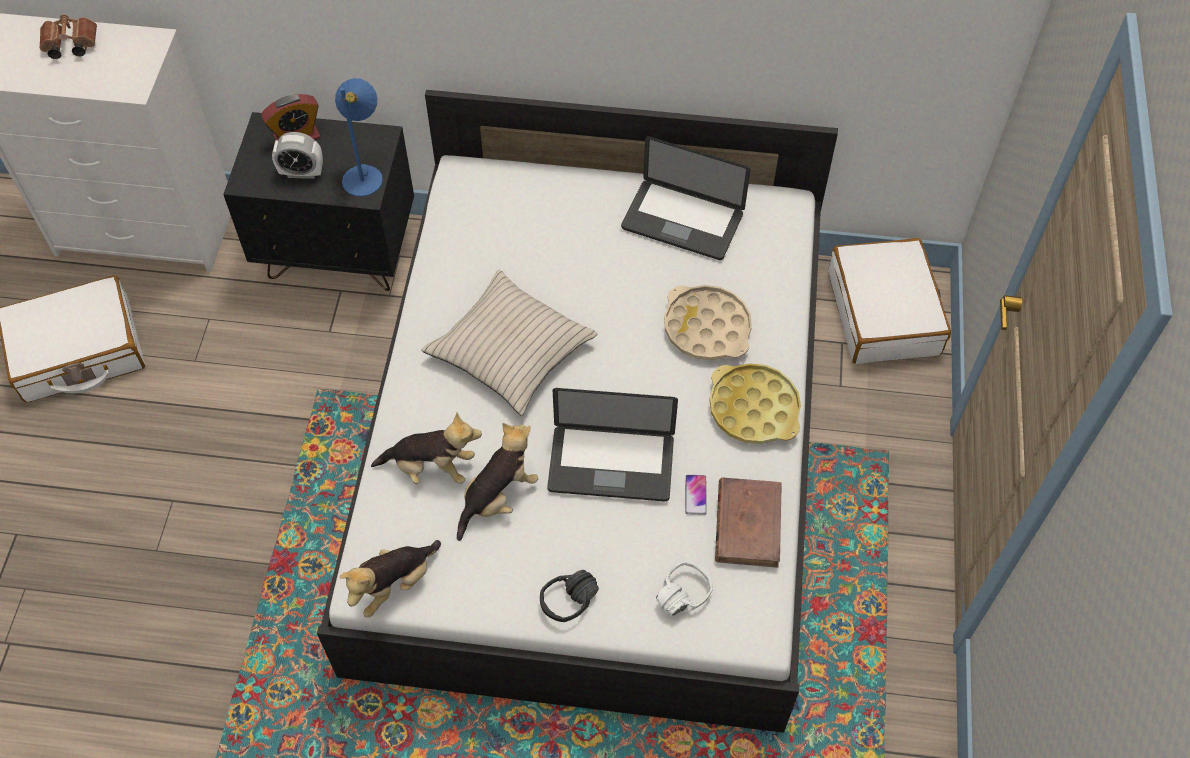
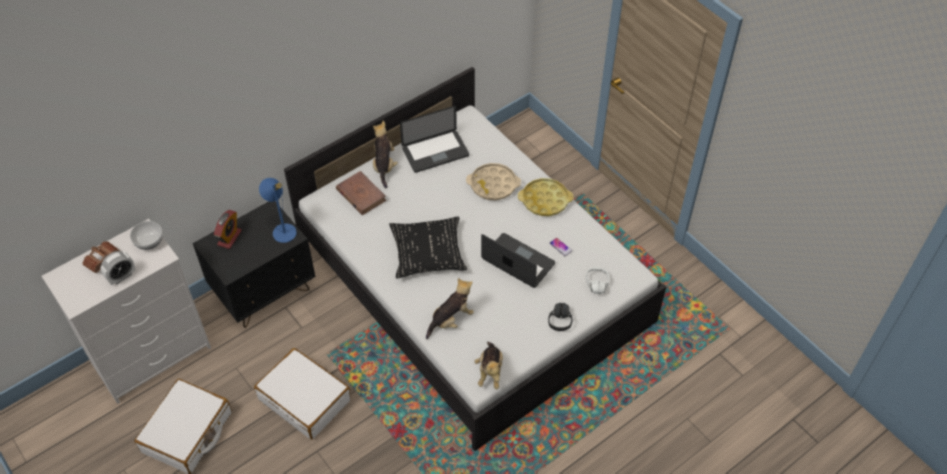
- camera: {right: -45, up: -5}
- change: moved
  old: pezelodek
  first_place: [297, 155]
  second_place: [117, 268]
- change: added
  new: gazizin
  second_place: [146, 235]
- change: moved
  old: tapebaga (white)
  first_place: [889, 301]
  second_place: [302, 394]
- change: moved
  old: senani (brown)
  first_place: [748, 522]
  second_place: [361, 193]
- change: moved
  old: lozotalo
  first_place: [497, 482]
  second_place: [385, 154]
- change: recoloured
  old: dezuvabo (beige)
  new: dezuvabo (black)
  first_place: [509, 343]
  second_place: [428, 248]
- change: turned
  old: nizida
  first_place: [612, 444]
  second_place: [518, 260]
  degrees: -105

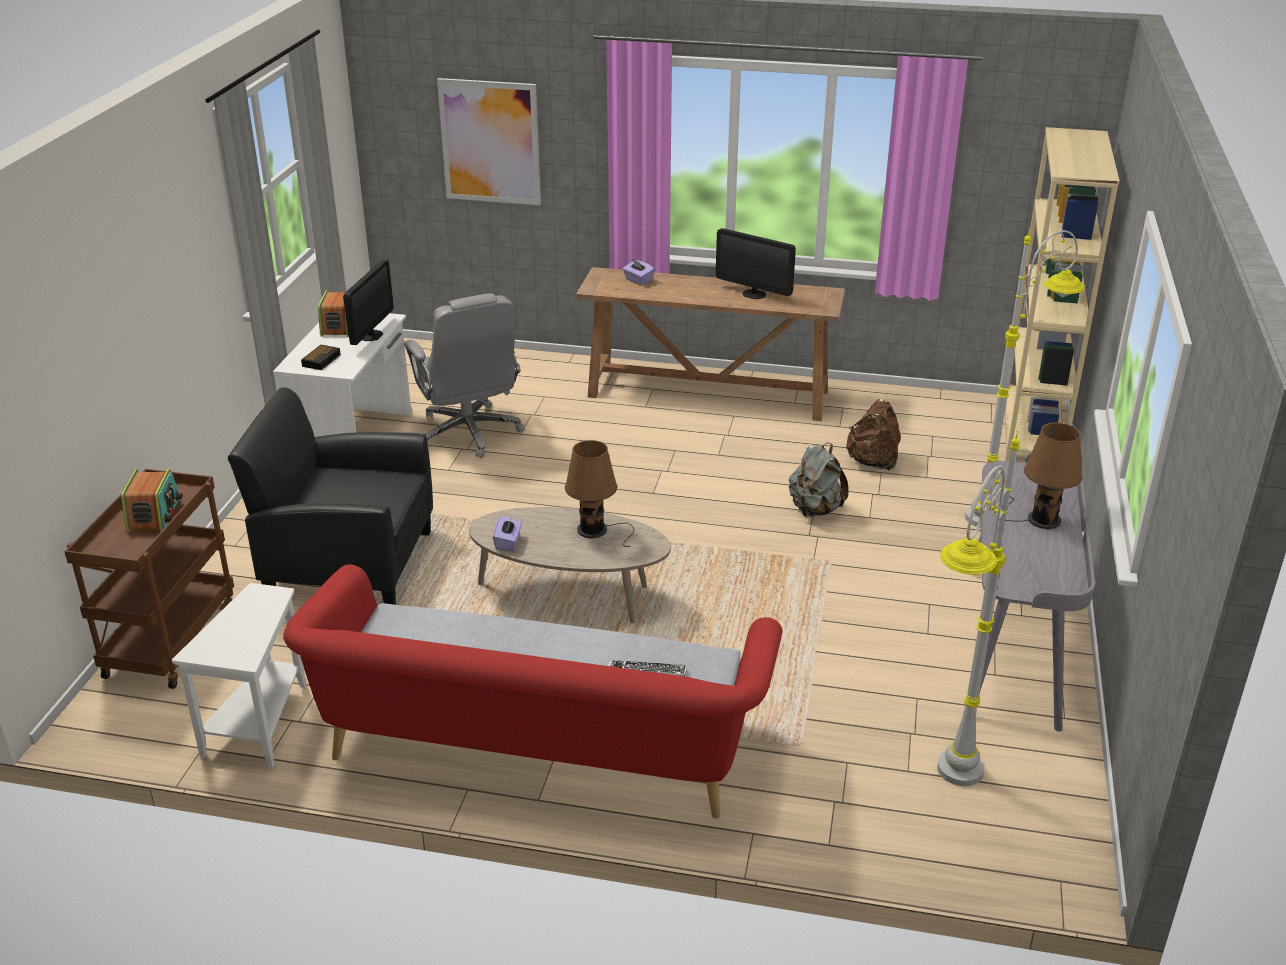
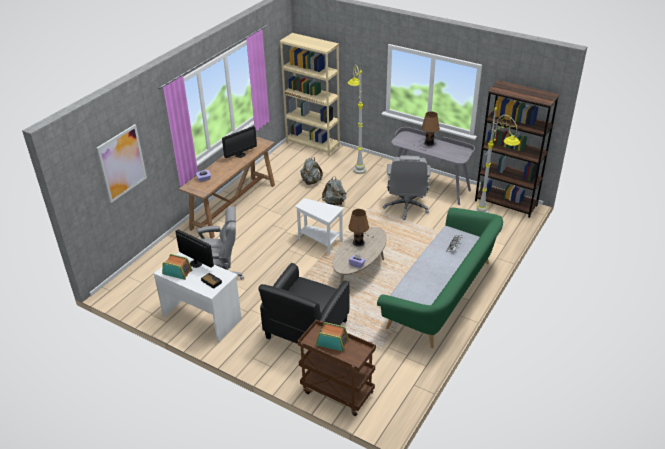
- camera: {right: -70, up: 5}
- change: moved
  old: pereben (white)
  first_place: [239, 675]
  second_place: [319, 226]
- change: recoloured
  old: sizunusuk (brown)
  new: sizunusuk (grey)
  first_place: [873, 435]
  second_place: [311, 171]
- change: recoloured
  old: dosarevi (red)
  new: dosarevi (green)
  first_place: [533, 691]
  second_place: [440, 278]
- change: added
  new: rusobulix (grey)
  second_place: [407, 188]
- change: added
  new: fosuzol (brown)
  second_place: [517, 149]

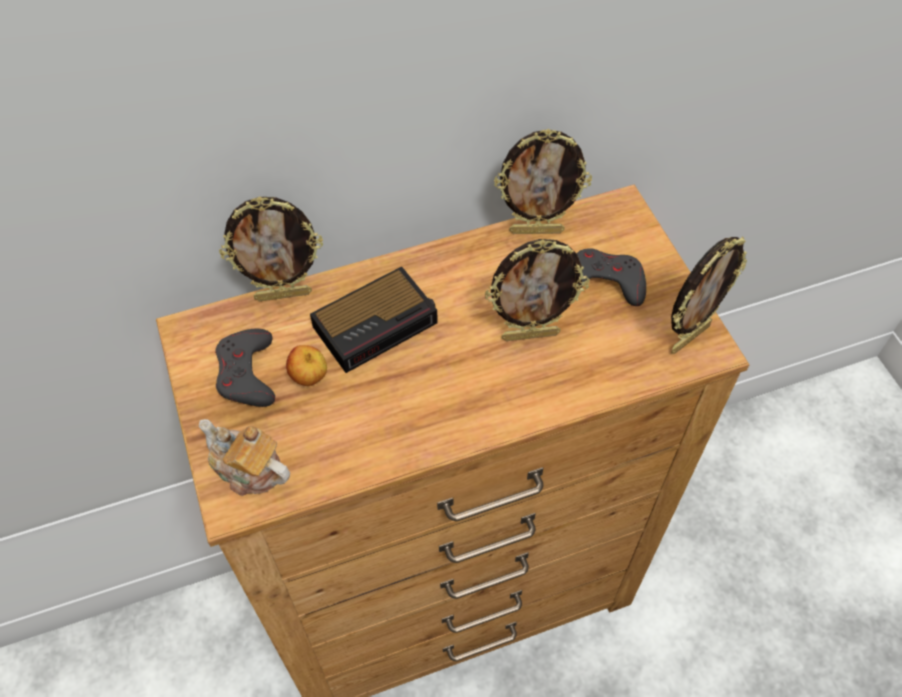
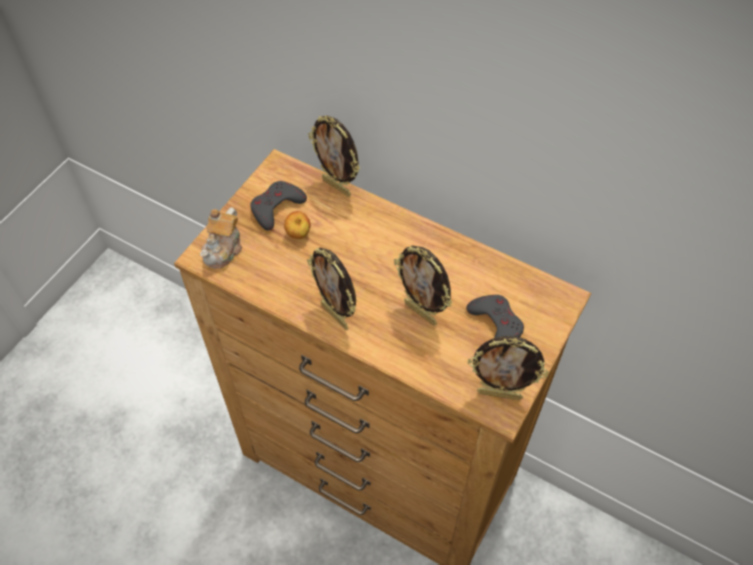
- camera: {right: 50, up: 0}
- change: turned
  old: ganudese
  first_place: [244, 457]
  second_place: [221, 238]
  degrees: -150
- change: moved
  old: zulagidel
  first_place: [543, 181]
  second_place: [331, 288]
- change: removed
  old: pezelodek
  first_place: [374, 319]

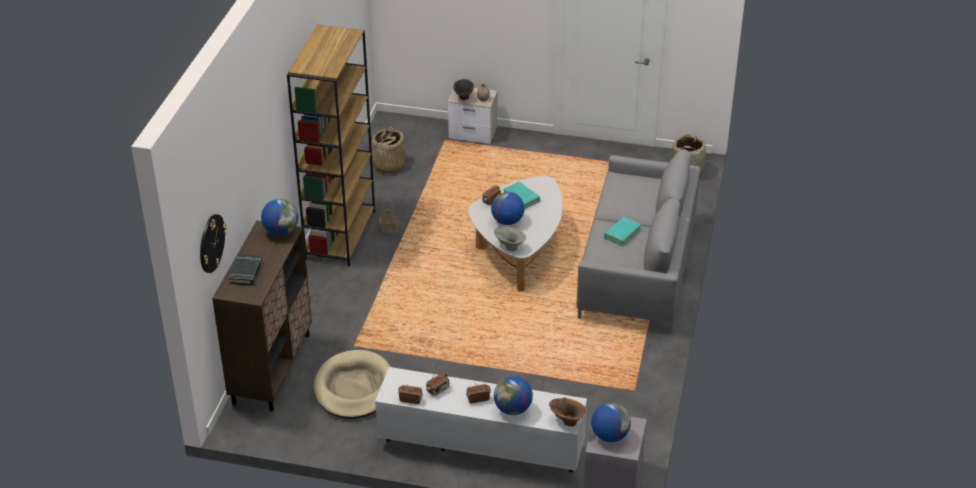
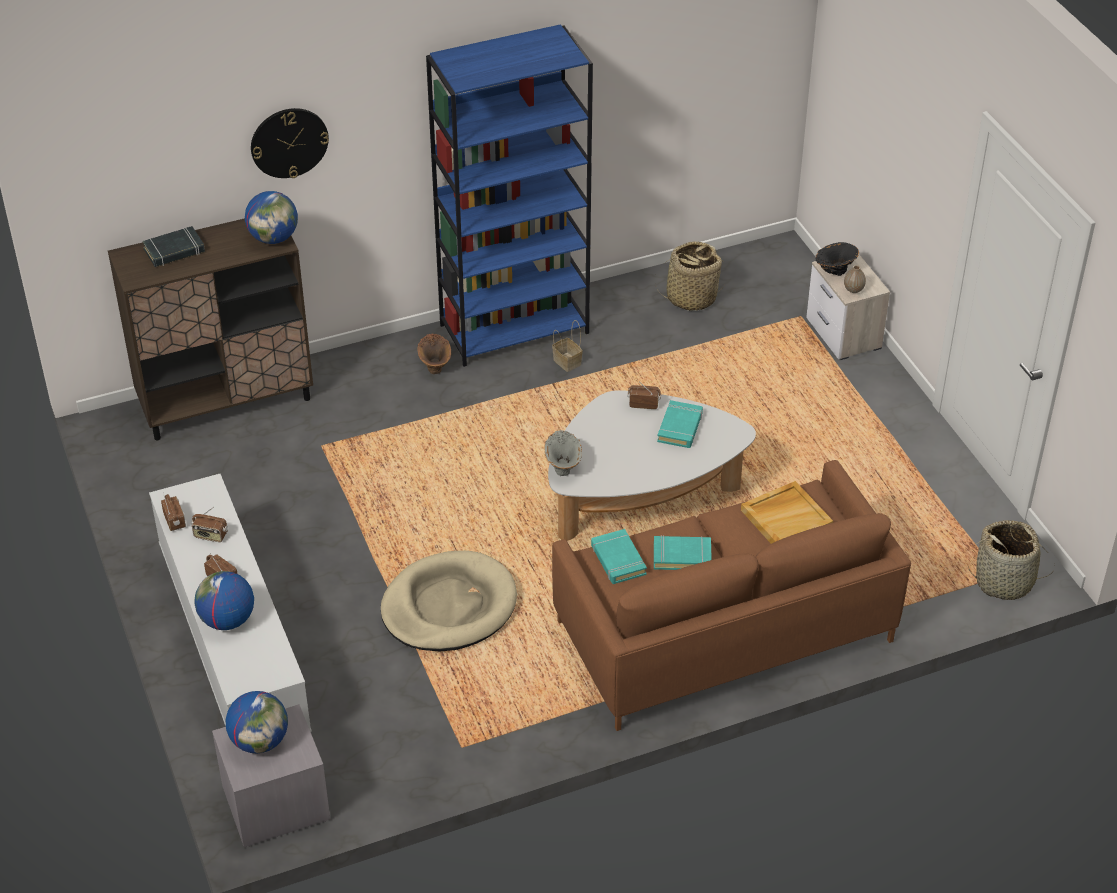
- camera: {right: 55, up: 5}
- change: moved
  old: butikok
  first_place: [213, 243]
  second_place: [290, 143]
- change: moved
  old: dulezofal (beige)
  first_place: [352, 384]
  second_place: [449, 601]
- change: moved
  old: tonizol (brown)
  first_place: [568, 412]
  second_place: [434, 354]
- change: recoloured
  old: fosuzol (brown)
  new: fosuzol (blue)
  first_place: [331, 145]
  second_place: [509, 195]
- change: recoloured
  old: dosarevi (grey)
  new: dosarevi (brown)
  first_place: [638, 241]
  second_place: [731, 595]
- change: added
  new: senani (turquoise)
  second_place: [619, 556]
- change: added
  new: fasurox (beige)
  second_place: [787, 512]
- change: removed
  old: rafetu
  first_place: [507, 208]

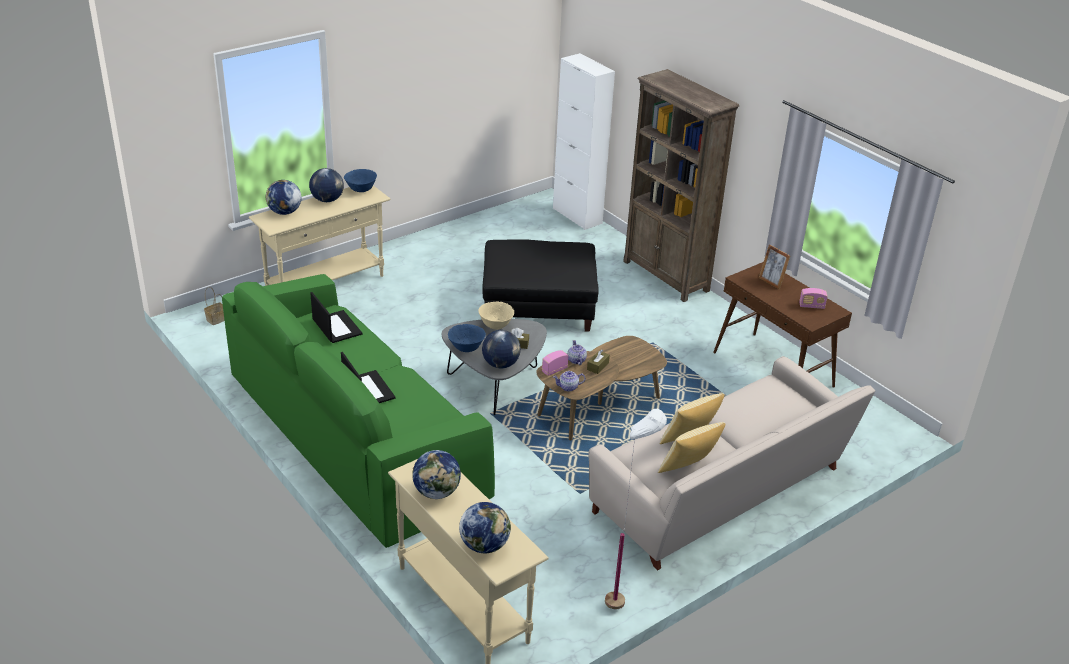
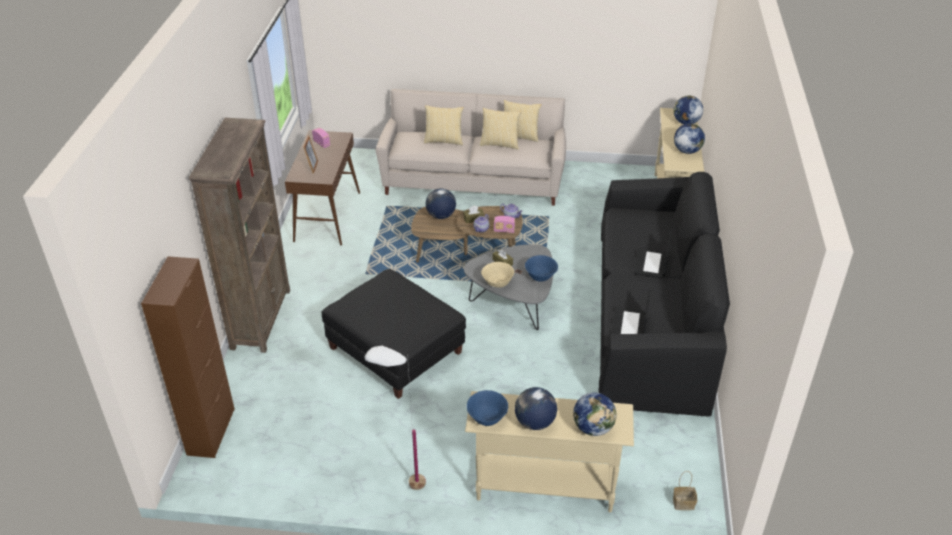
- camera: {right: -135, up: 5}
- change: recoloured
  old: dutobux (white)
  new: dutobux (brown)
  first_place: [584, 141]
  second_place: [188, 357]
- change: moved
  old: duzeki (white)
  first_place: [636, 509]
  second_place: [395, 418]
- change: added
  new: dezuvabo
  second_place: [444, 125]
- change: moved
  old: rafetu
  first_place: [501, 349]
  second_place: [441, 203]
- change: recoloured
  old: dosarevi (green)
  new: dosarevi (black)
  first_place: [358, 411]
  second_place: [664, 294]

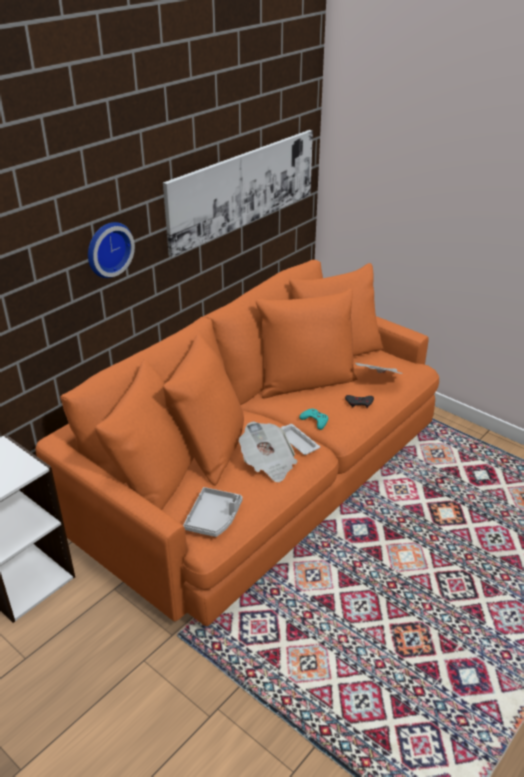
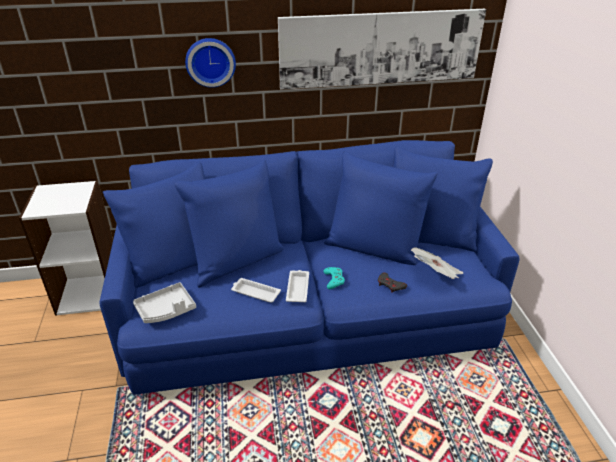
- camera: {right: 40, up: 0}
- change: recoloured
  old: dosarevi (orange)
  new: dosarevi (blue)
  first_place: [237, 443]
  second_place: [309, 267]
- change: replaced
  old: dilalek
  new: fasurox (white)
  first_place: [268, 451]
  second_place: [256, 290]

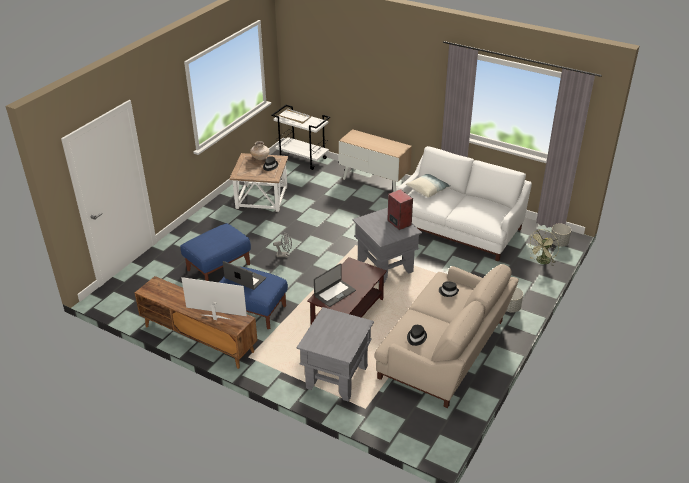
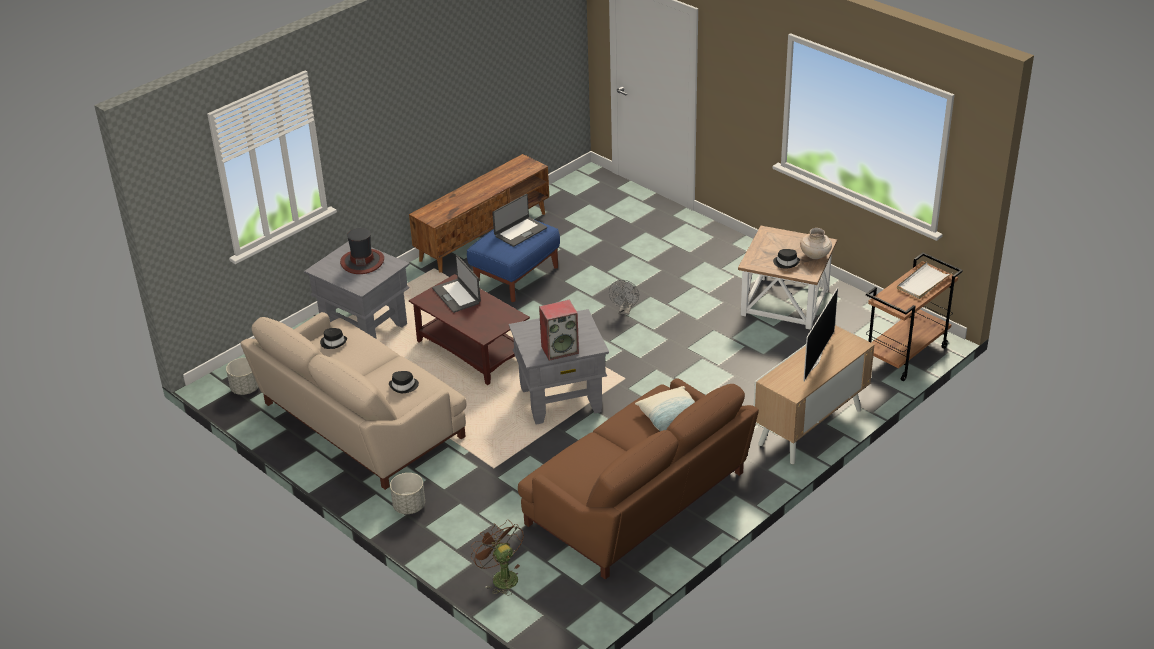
- camera: {right: 105, up: 0}
- change: moved
  old: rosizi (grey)
  first_place: [560, 235]
  second_place: [242, 376]
- change: added
  new: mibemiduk
  second_place: [362, 251]
- change: recoloured
  old: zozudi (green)
  new: zozudi (brown)
  first_place: [543, 247]
  second_place: [497, 558]
- change: recoloured
  old: dosarevi (white)
  new: dosarevi (brown)
  first_place: [465, 203]
  second_place: [638, 478]
- change: moved
  old: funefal
  first_place: [214, 298]
  second_place: [820, 334]
- change: recoloured
  old: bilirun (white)
  new: bilirun (brown)
  first_place: [300, 137]
  second_place: [914, 317]
- change: removed
  old: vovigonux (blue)
  first_place: [215, 252]

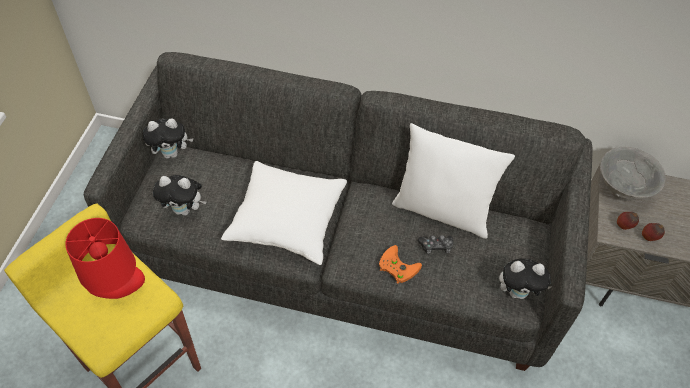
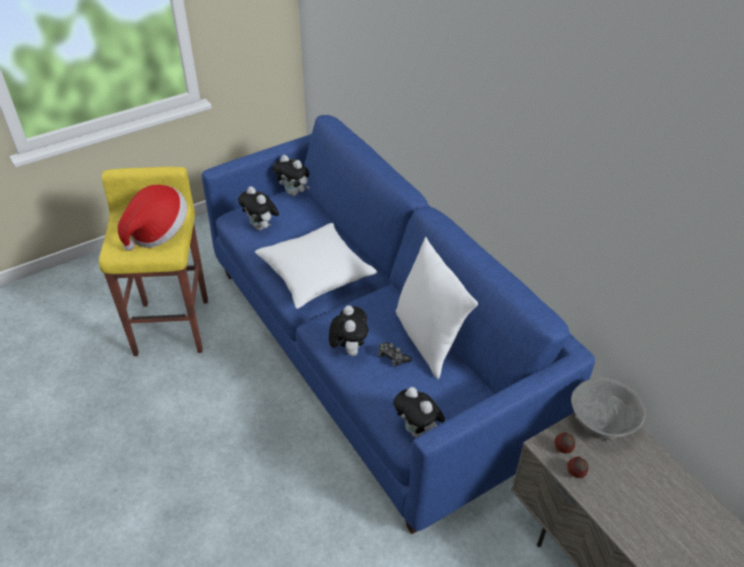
- camera: {right: 45, up: -10}
- change: replaced
  old: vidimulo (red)
  new: mibemiduk
  first_place: [105, 258]
  second_place: [152, 218]
- change: recoloured
  old: dosarevi (grey)
  new: dosarevi (blue)
  first_place: [338, 211]
  second_place: [398, 324]
- change: replaced
  old: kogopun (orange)
  new: lozotalo
  first_place: [400, 264]
  second_place: [348, 330]

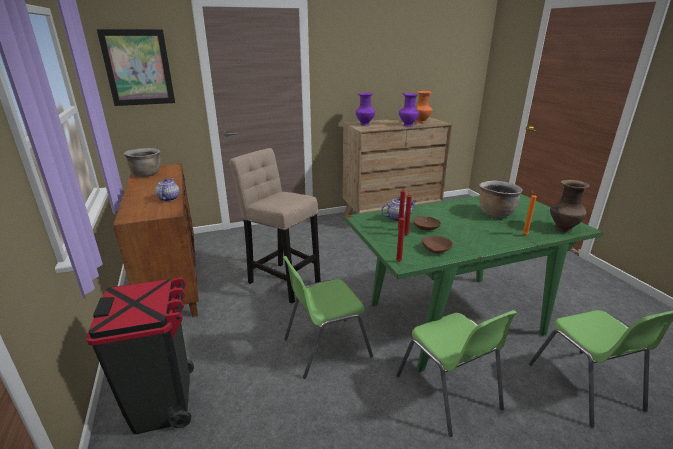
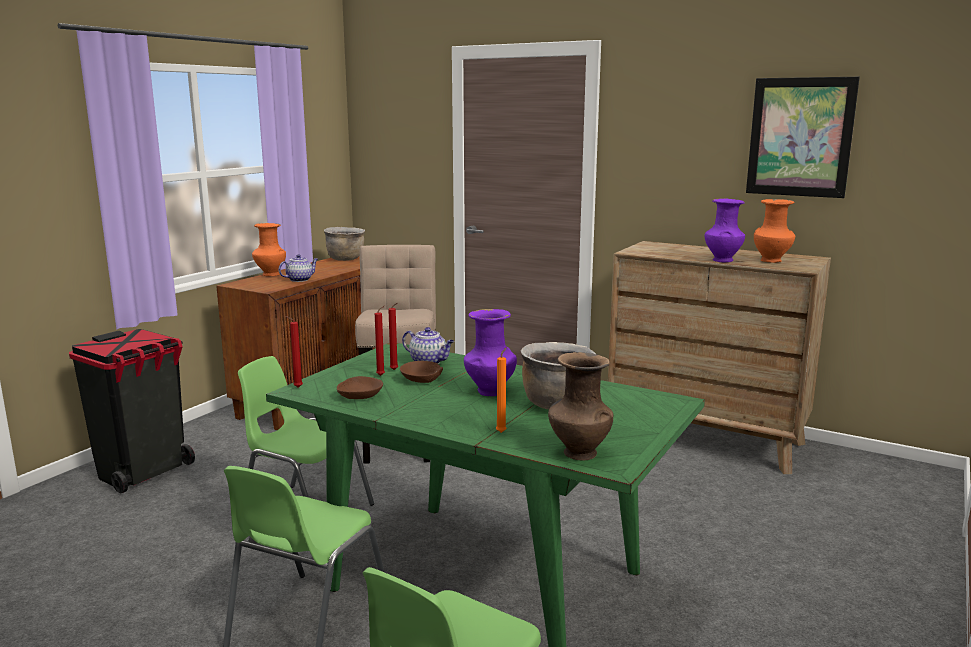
- camera: {right: 50, up: -10}
- change: added
  new: tonizol (orange)
  second_place: [269, 249]
- change: moved
  old: tonizol (purple)
  first_place: [365, 109]
  second_place: [490, 352]
- change: moved
  old: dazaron
  first_place: [136, 67]
  second_place: [803, 137]

